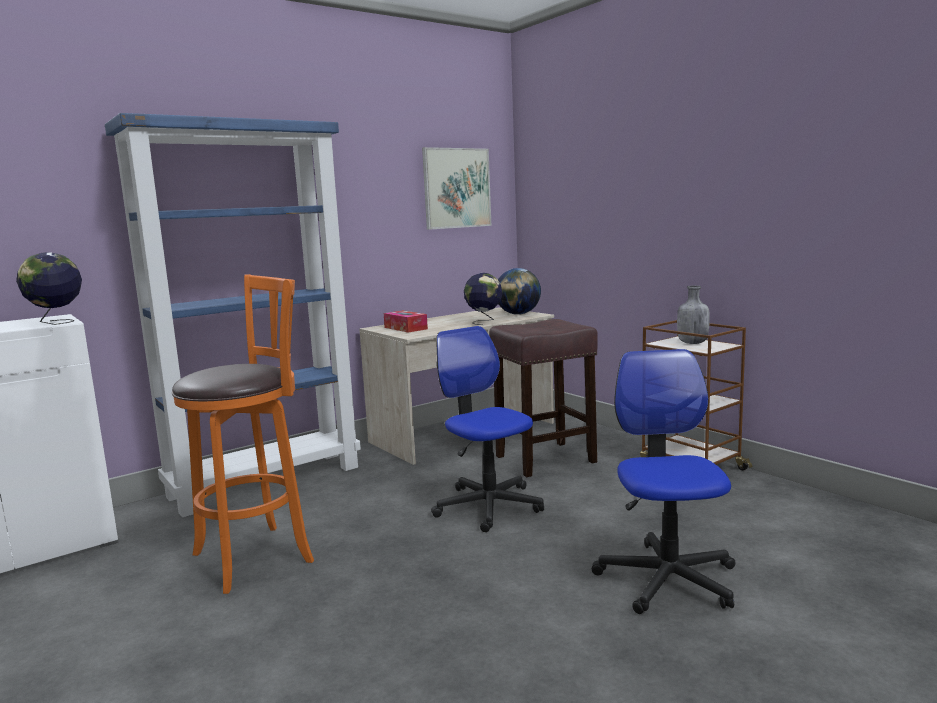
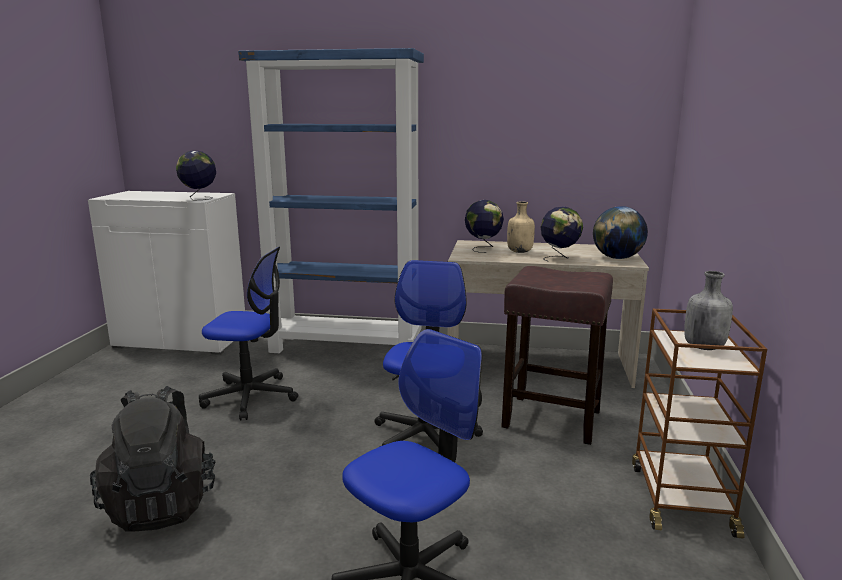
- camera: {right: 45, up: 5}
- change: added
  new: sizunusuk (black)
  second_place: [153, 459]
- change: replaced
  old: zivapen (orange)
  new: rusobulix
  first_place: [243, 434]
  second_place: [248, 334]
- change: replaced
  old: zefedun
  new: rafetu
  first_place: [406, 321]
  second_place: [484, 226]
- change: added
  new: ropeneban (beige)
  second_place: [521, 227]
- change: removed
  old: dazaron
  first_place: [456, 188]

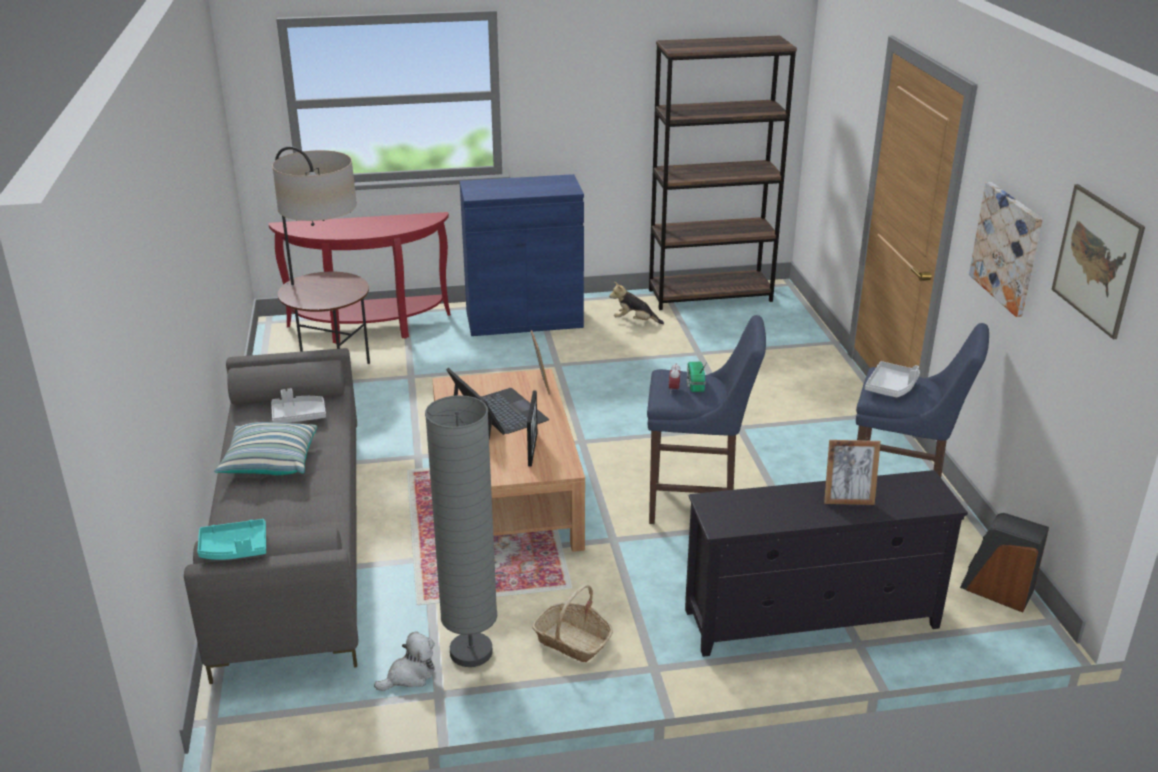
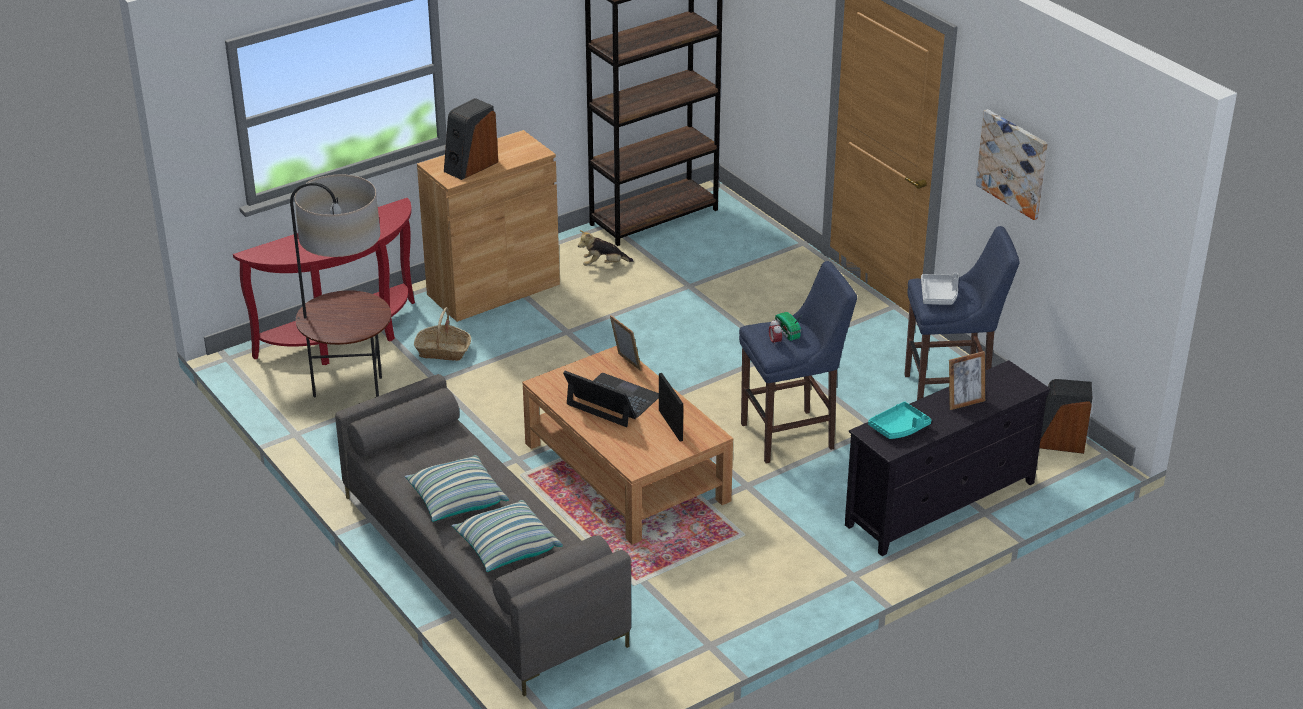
- camera: {right: -25, up: 5}
- change: moved
  old: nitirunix
  first_place: [572, 623]
  second_place: [442, 334]
- change: recoloured
  old: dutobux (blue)
  new: dutobux (brown)
  first_place: [522, 255]
  second_place: [488, 226]
- change: added
  new: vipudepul
  second_place: [471, 139]
- change: added
  new: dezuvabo
  second_place: [507, 536]
- change: moved
  old: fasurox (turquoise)
  first_place: [231, 539]
  second_place: [899, 420]
- change: removed
  old: fasurox (grey)
  first_place: [298, 405]
- change: removed
  old: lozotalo
  first_place: [404, 661]
- change: removed
  old: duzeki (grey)
  first_place: [461, 531]
- change: removed
  old: dazaron
  first_place: [1098, 261]

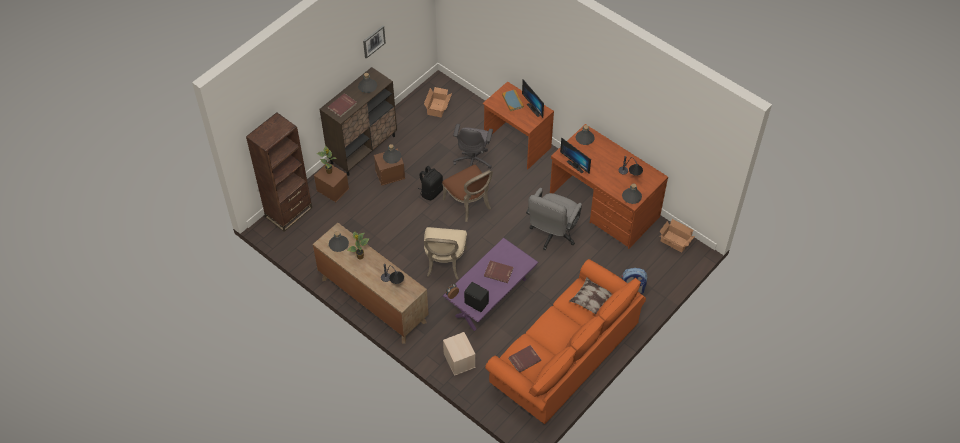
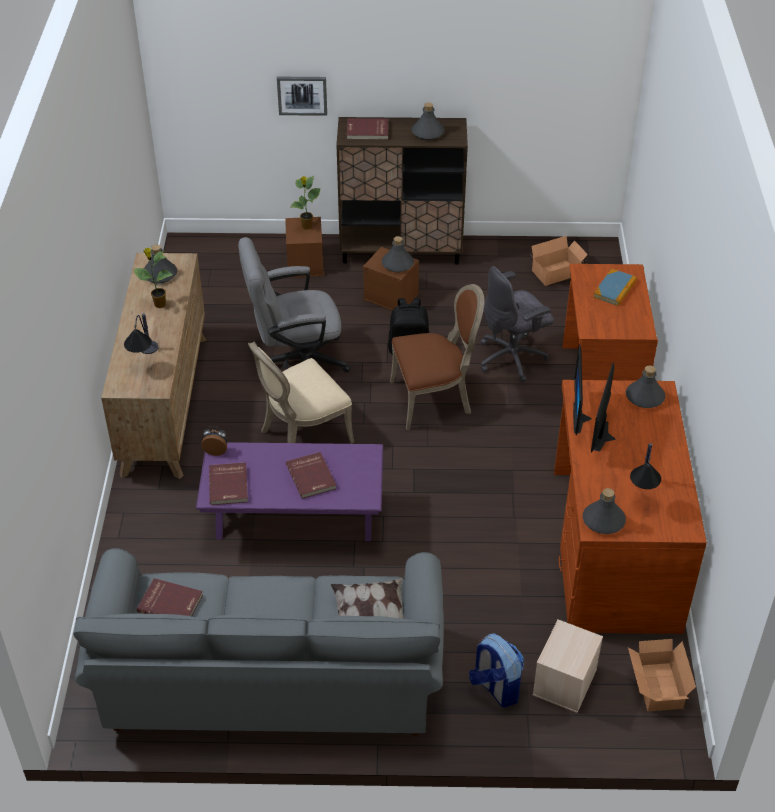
- camera: {right: 50, up: -10}
- change: recoloured
  old: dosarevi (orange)
  new: dosarevi (grey)
  first_place: [565, 341]
  second_place: [258, 642]
- change: replaced
  old: vipudepul (black)
  new: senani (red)
  first_place: [476, 297]
  second_place: [228, 483]
- change: moved
  old: rusobulix (grey)
  first_place: [554, 219]
  second_place: [294, 305]
- change: moved
  old: dazaron
  first_place: [374, 42]
  second_place: [302, 96]
- change: turned
  old: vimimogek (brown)
  first_place: [467, 193]
  second_place: [437, 357]
  degrees: -120
- change: moved
  old: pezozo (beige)
  first_place: [459, 354]
  second_place: [567, 666]
- change: moved
  old: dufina
  first_place: [533, 99]
  second_place: [603, 407]
- change: removed
  old: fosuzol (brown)
  first_place: [279, 172]

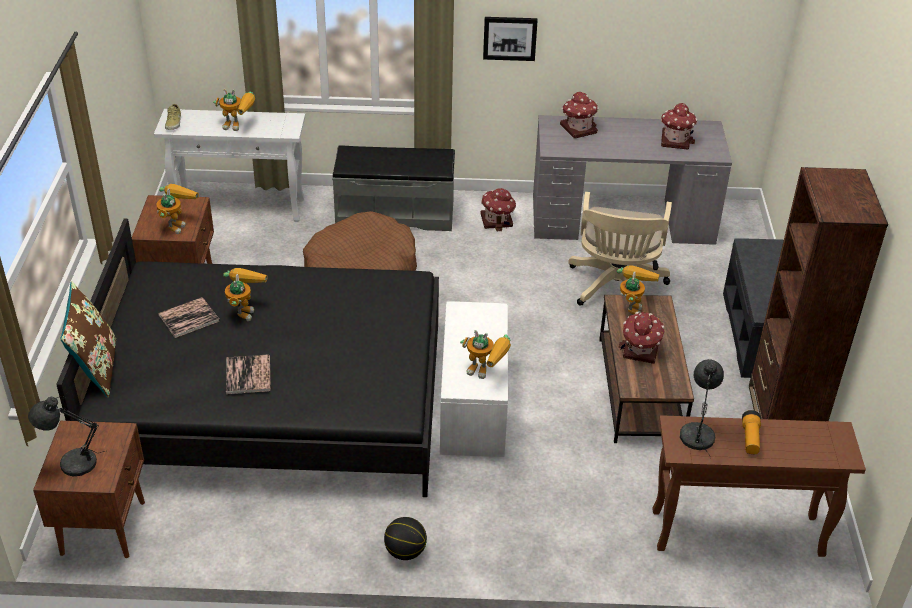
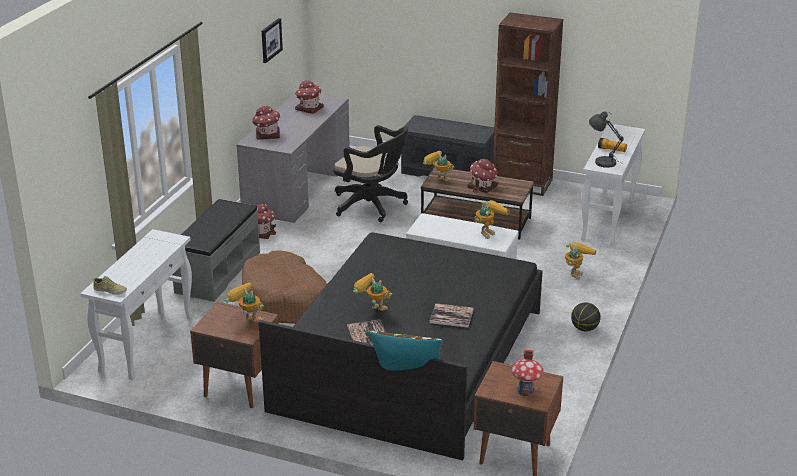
- camera: {right: -70, up: -10}
- change: moved
  old: dazaron
  first_place: [510, 39]
  second_place: [272, 40]
- change: recoloured
  old: rusobulix (beige)
  new: rusobulix (black)
  first_place: [620, 249]
  second_place: [370, 173]
- change: replaced
  old: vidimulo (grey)
  new: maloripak
  first_place: [66, 437]
  second_place: [527, 373]
- change: moved
  old: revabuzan
  first_place: [234, 110]
  second_place: [580, 261]
- change: recoloured
  old: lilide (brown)
  new: lilide (white)
  first_place: [759, 486]
  second_place: [613, 185]

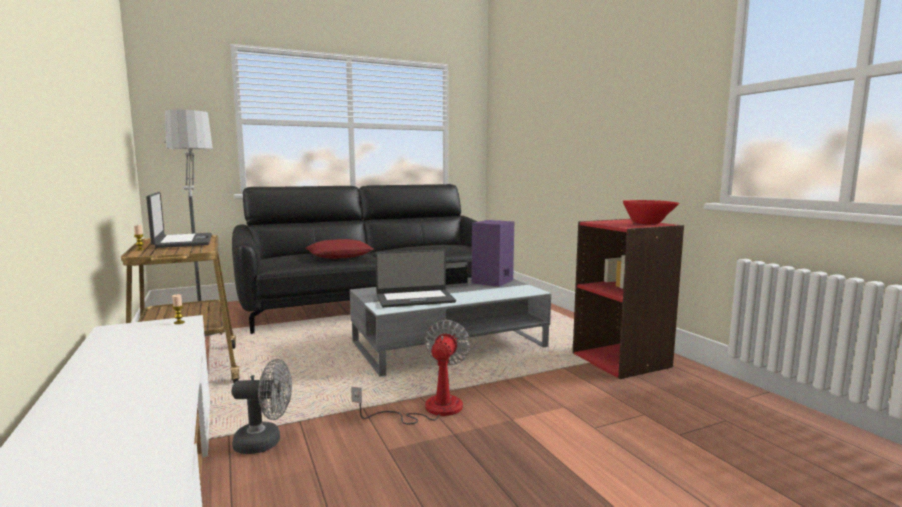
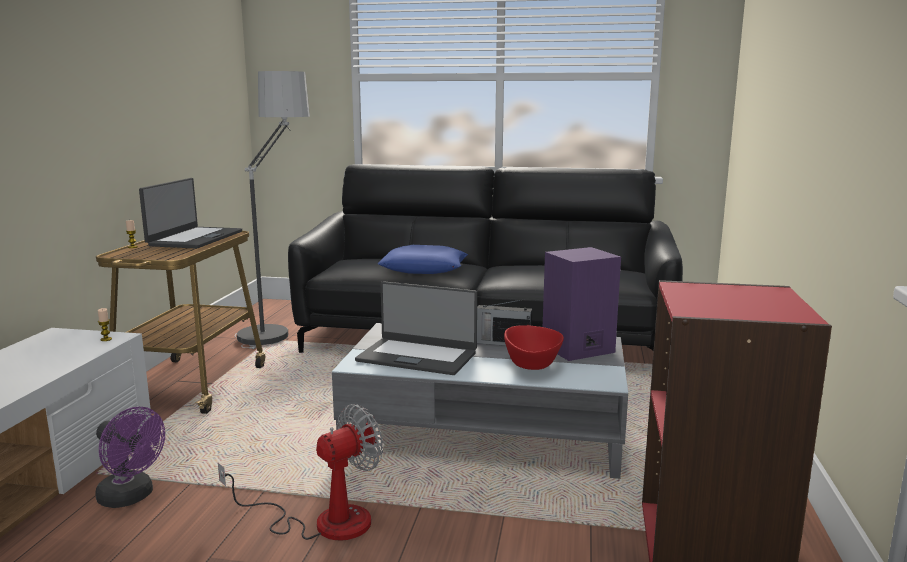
- camera: {right: 35, up: 5}
- change: recoloured
  old: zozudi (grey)
  new: zozudi (purple)
  first_place: [262, 406]
  second_place: [130, 457]
- change: recoloured
  old: dezuvabo (red)
  new: dezuvabo (blue)
  first_place: [339, 249]
  second_place: [423, 259]
- change: moved
  old: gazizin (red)
  first_place: [651, 212]
  second_place: [534, 347]

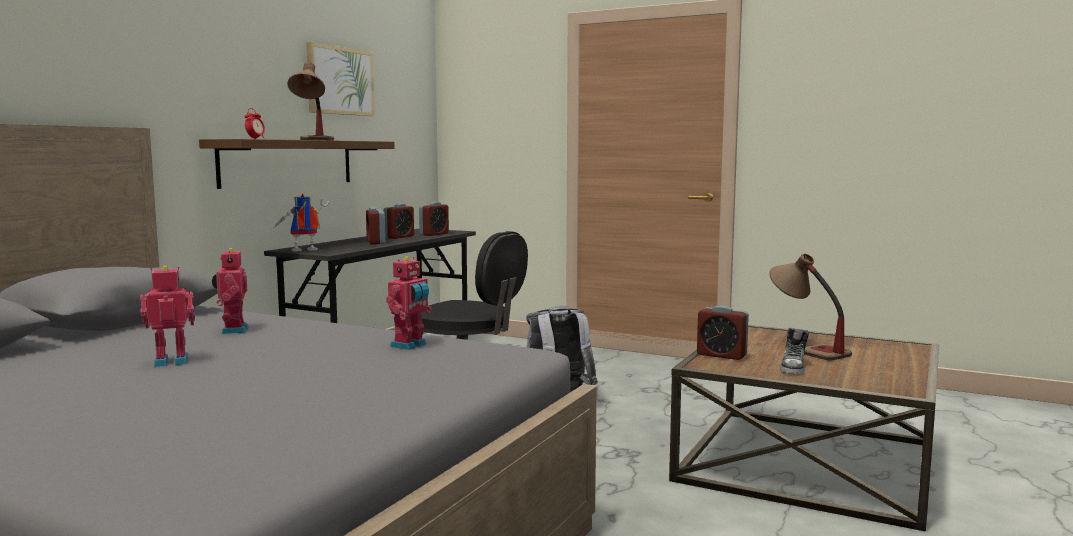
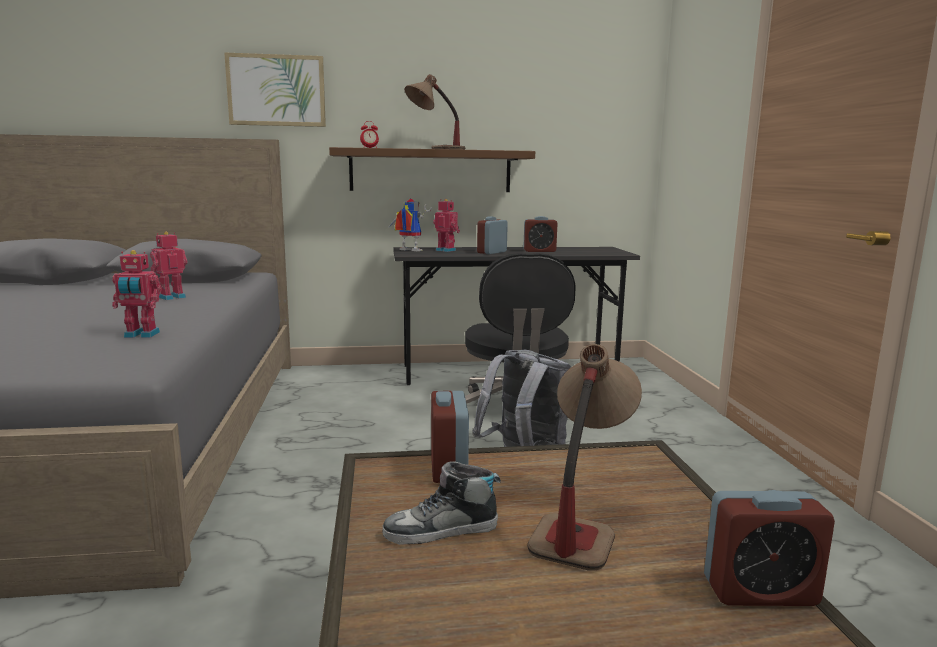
- camera: {right: 55, up: 5}
- change: moved
  old: dazaron
  first_place: [340, 79]
  second_place: [275, 89]
- change: moved
  old: revabuzan
  first_place: [167, 316]
  second_place: [446, 225]
- change: moved
  old: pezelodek
  first_place: [434, 219]
  second_place: [769, 548]

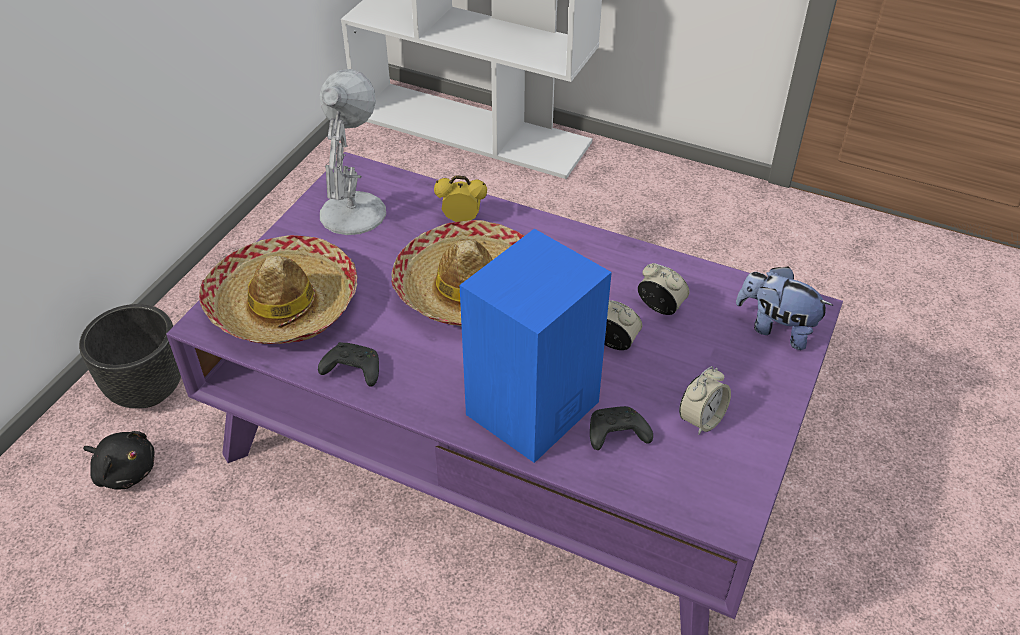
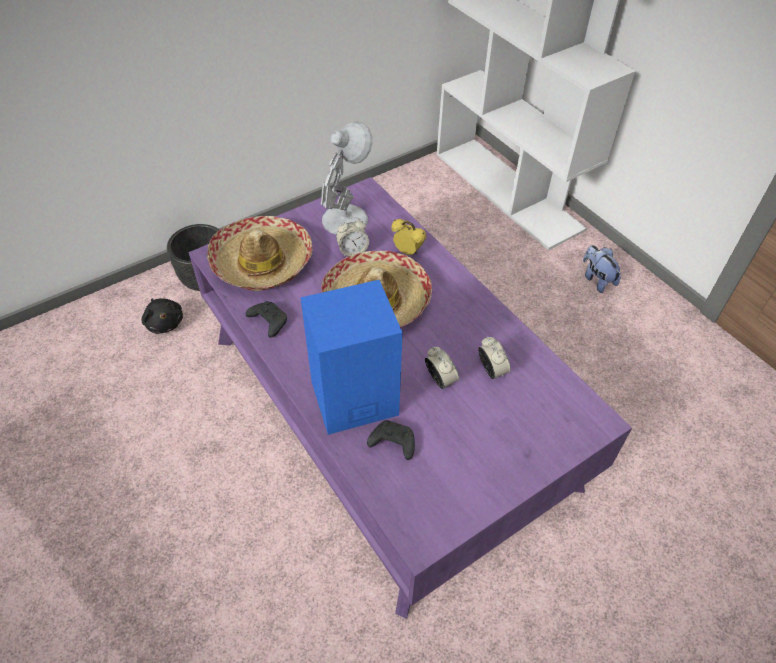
- camera: {right: 30, up: 5}
- change: moved
  old: pezelodek
  first_place: [705, 400]
  second_place: [352, 236]
- change: moved
  old: lozotalo
  first_place: [784, 308]
  second_place: [602, 269]

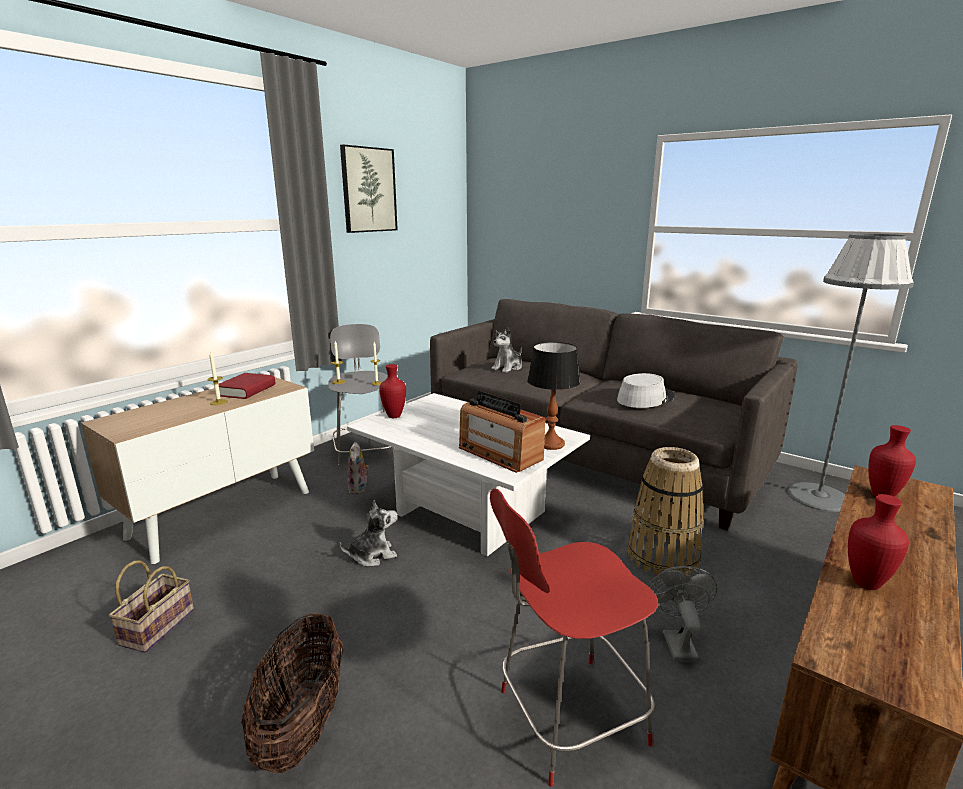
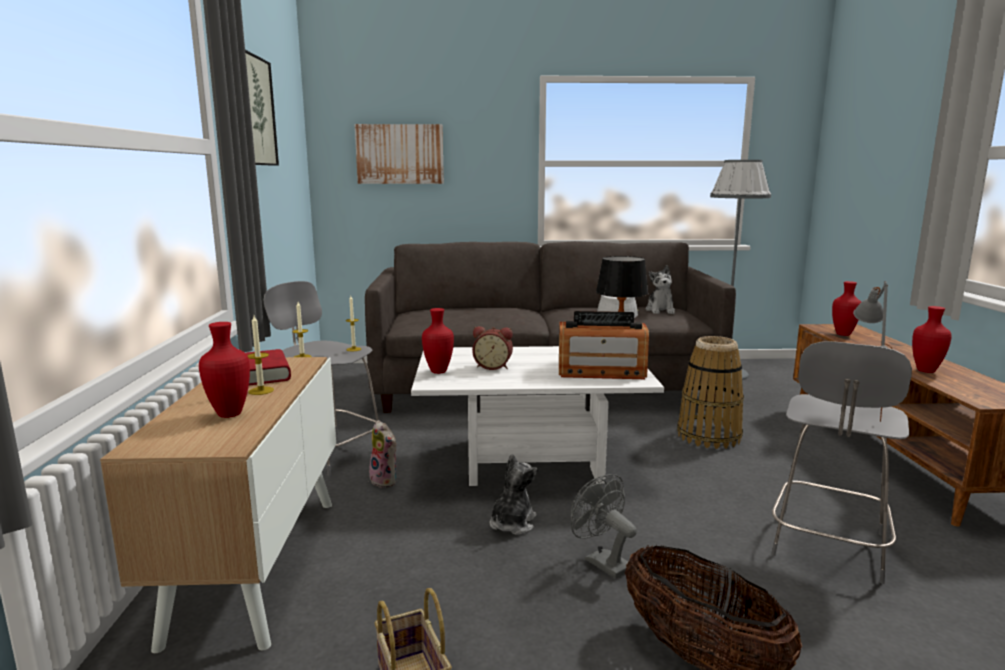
- camera: {right: -40, up: -5}
- change: added
  new: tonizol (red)
  second_place: [224, 370]
- change: added
  new: dazaron
  second_place: [399, 154]
- change: added
  new: pezelodek
  second_place: [492, 348]
- change: moved
  old: zozudi (grey)
  first_place: [682, 614]
  second_place: [604, 526]
- change: moved
  old: lozotalo
  first_place: [506, 350]
  second_place: [660, 289]
- change: recoloured
  old: zivapen (red)
  new: zivapen (grey)
  first_place: [574, 637]
  second_place: [841, 462]
- change: added
  new: vidimulo (grey)
  second_place: [872, 351]

